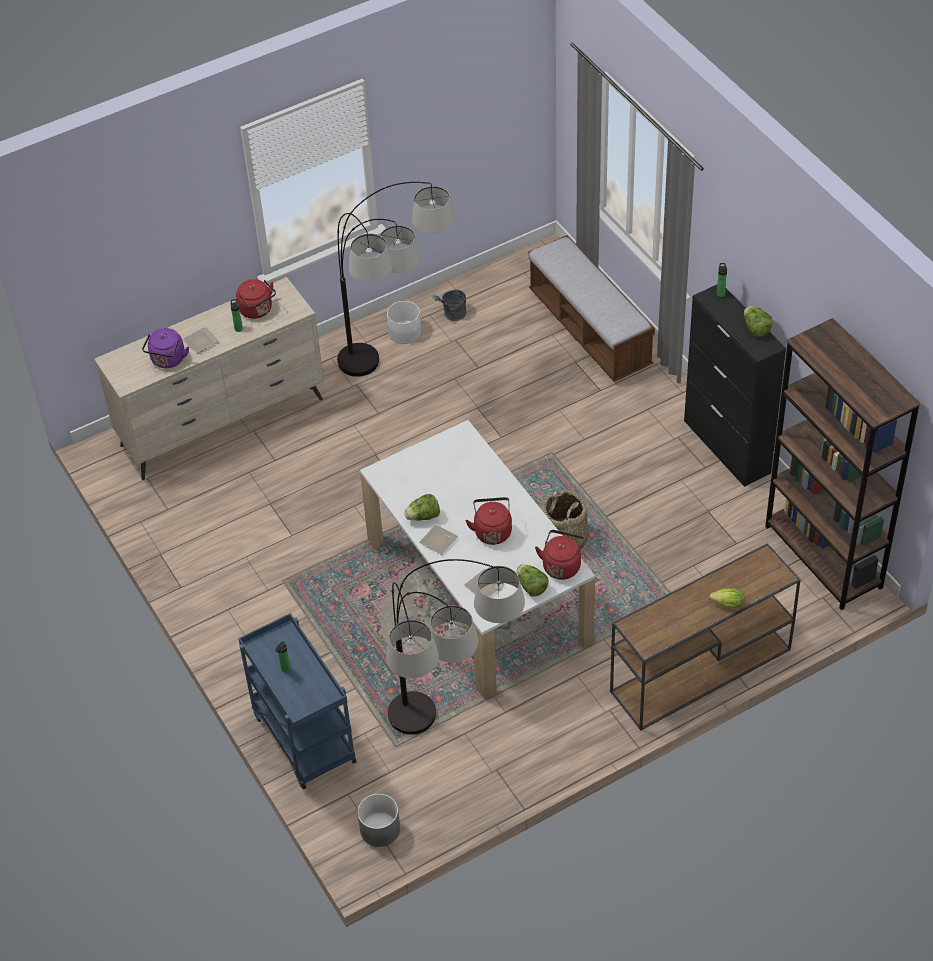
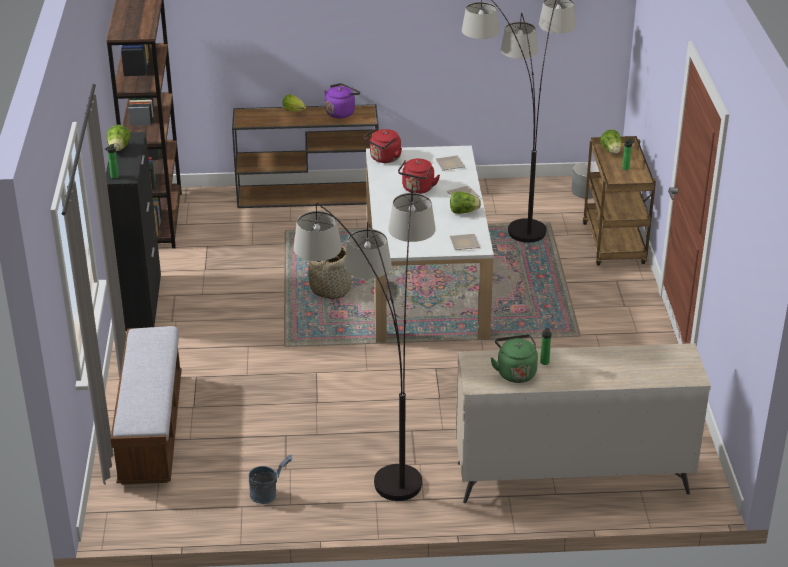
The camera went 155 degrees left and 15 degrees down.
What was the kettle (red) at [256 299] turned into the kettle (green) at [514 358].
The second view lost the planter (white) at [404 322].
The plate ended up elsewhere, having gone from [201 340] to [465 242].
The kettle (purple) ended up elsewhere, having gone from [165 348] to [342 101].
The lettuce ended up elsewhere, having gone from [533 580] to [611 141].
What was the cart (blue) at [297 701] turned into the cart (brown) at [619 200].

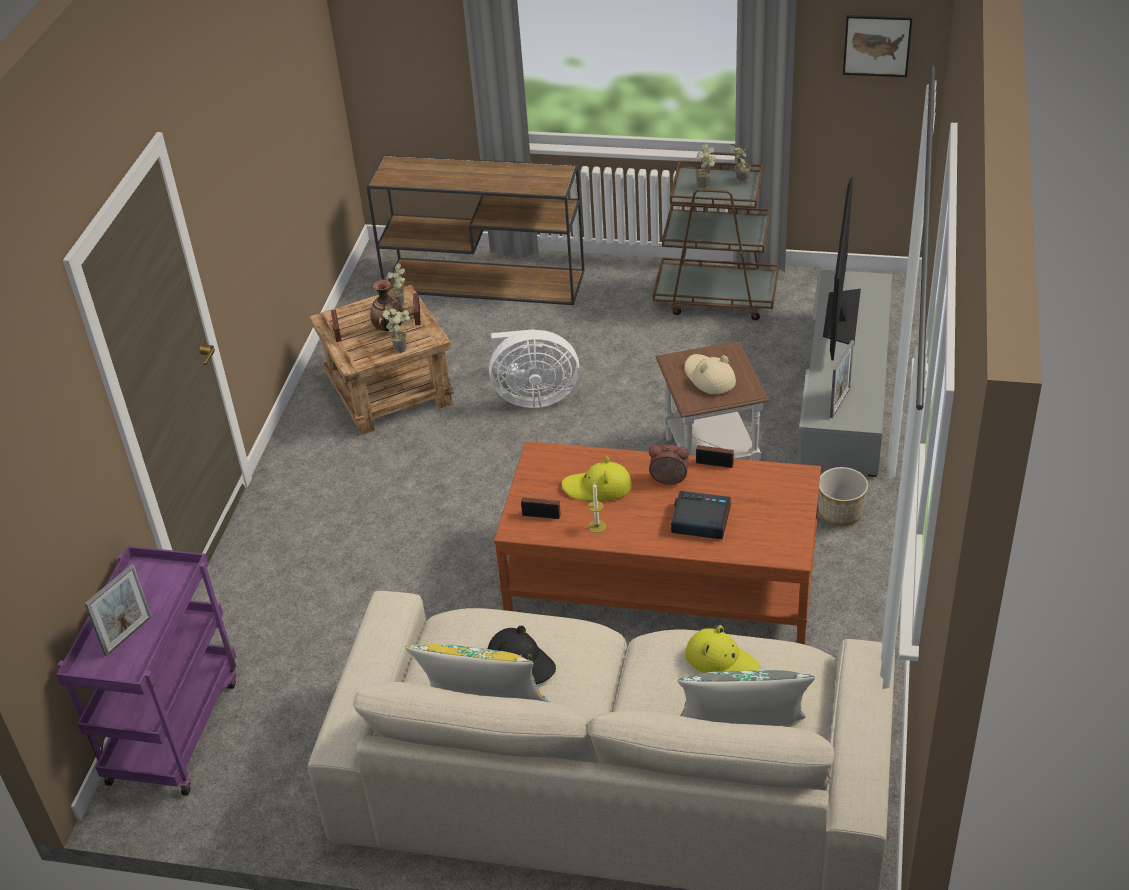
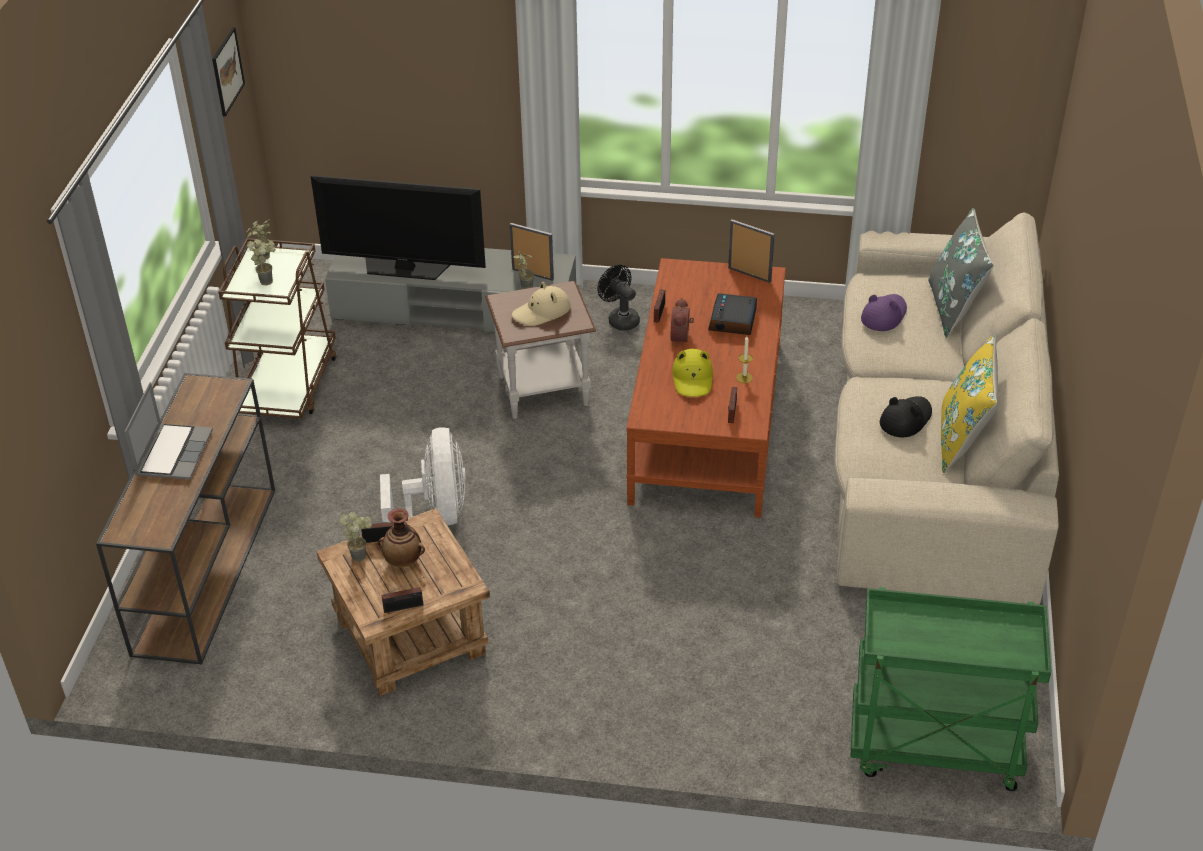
The camera went 95 degrees left and 0 degrees up.
The potted plant ended up elsewhere, having gone from [396 331] to [523 270].
Where the planter stood at [843 496], the fan (black) came to stand at [618 298].
What was the cart (purple) at [146 671] turned into the cart (green) at [950 689].
The picture frame ended up elsewhere, having gone from [118 610] to [751 251].
What was the hat (yellow) at [722 649] turned into the hat (purple) at [884 312].
The second view gained the laptop at [168 431].

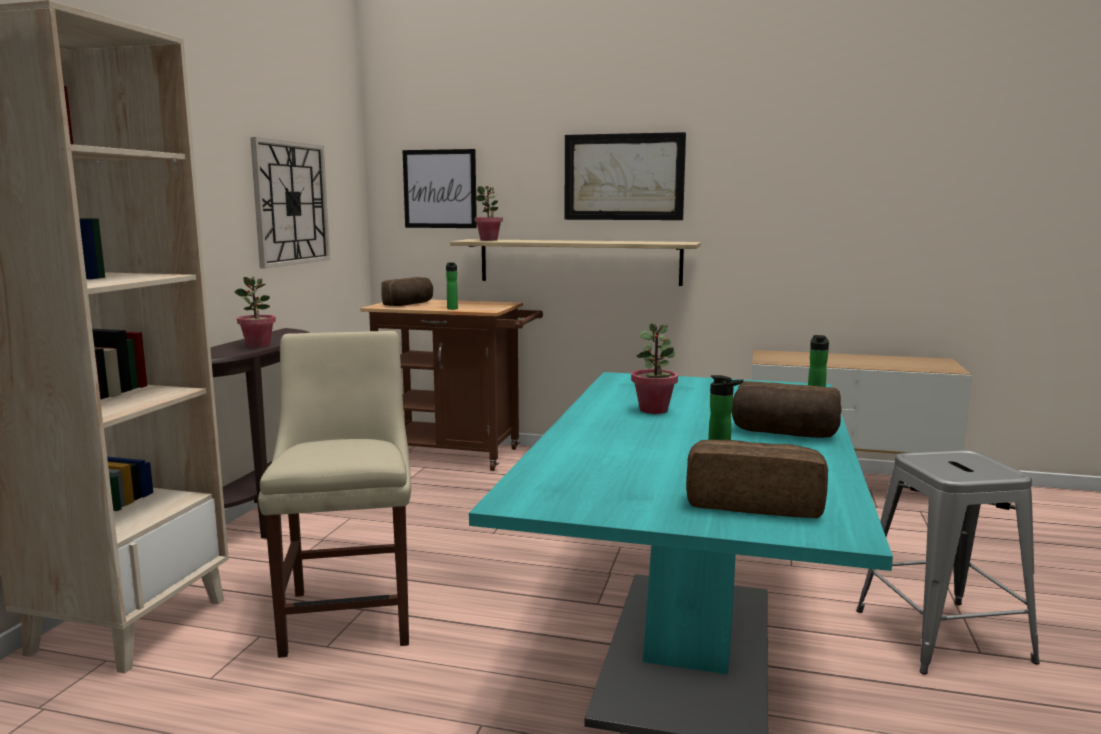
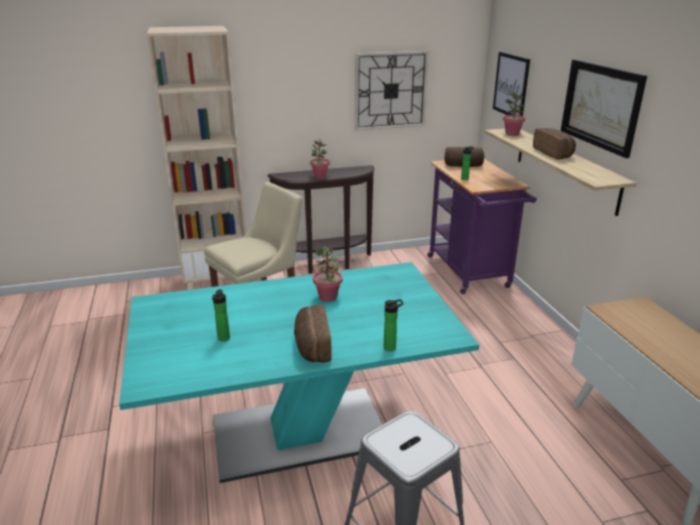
The camera went 60 degrees right and 15 degrees up.
What was the cart (brown) at [451 385] turned into the cart (purple) at [482 226].
The bread ended up elsewhere, having gone from [757 479] to [554 144].

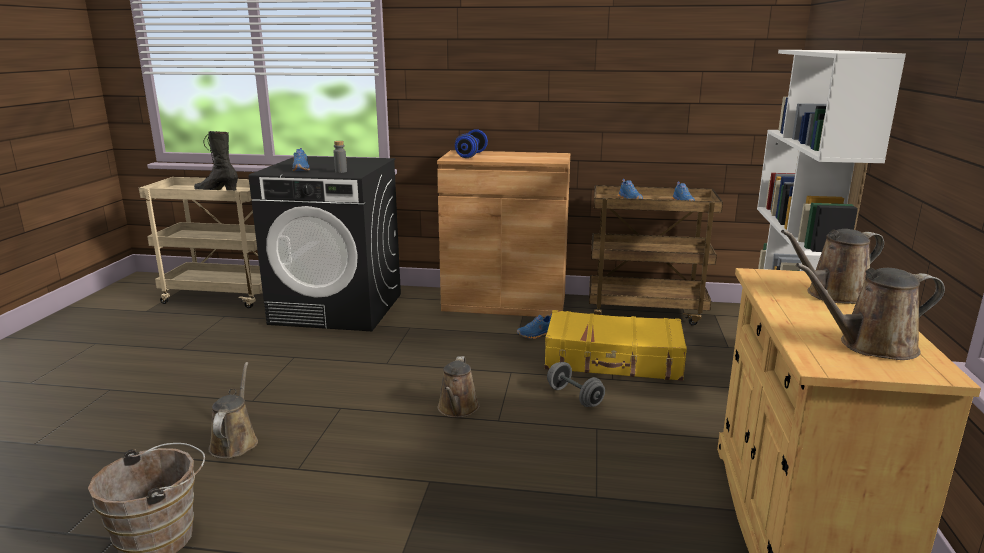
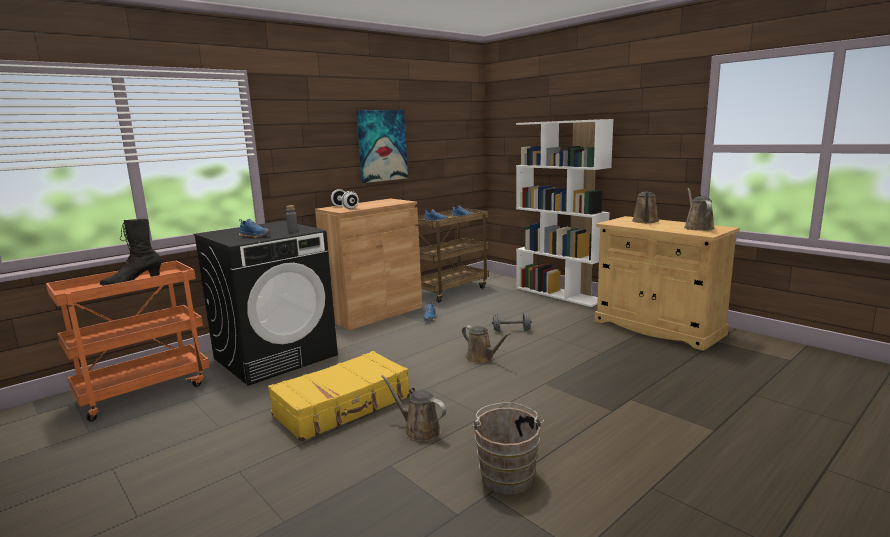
The camera went 50 degrees left and 5 degrees down.
What was the dumbbell (blue) at [471 143] turned into the dumbbell (white) at [345 199].
What was the cart (beige) at [201 242] turned into the cart (orange) at [128 341].
The watering can (brown) at [870 311] ended up facing another way, 150 degrees clockwise from before.
The suitcase (yellow) ended up elsewhere, having gone from [615 345] to [339 396].
The second view gained the picture at [382 146].

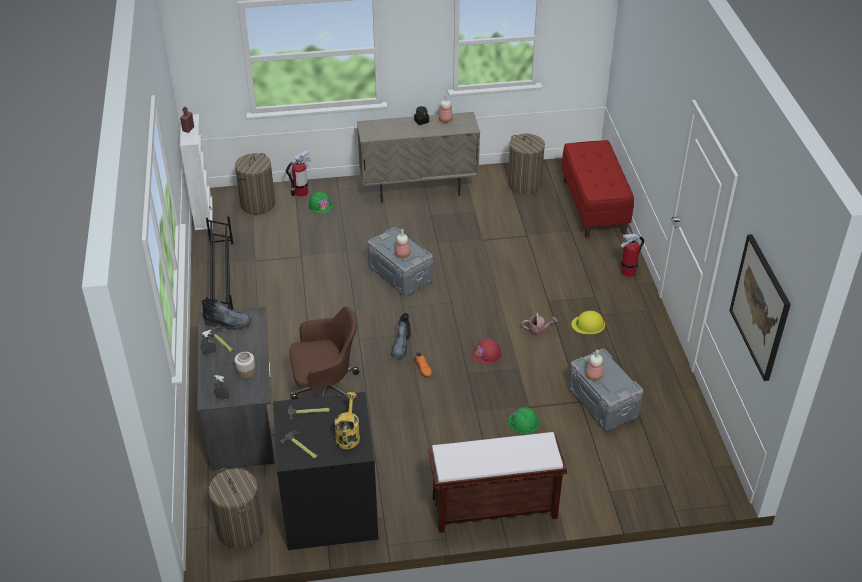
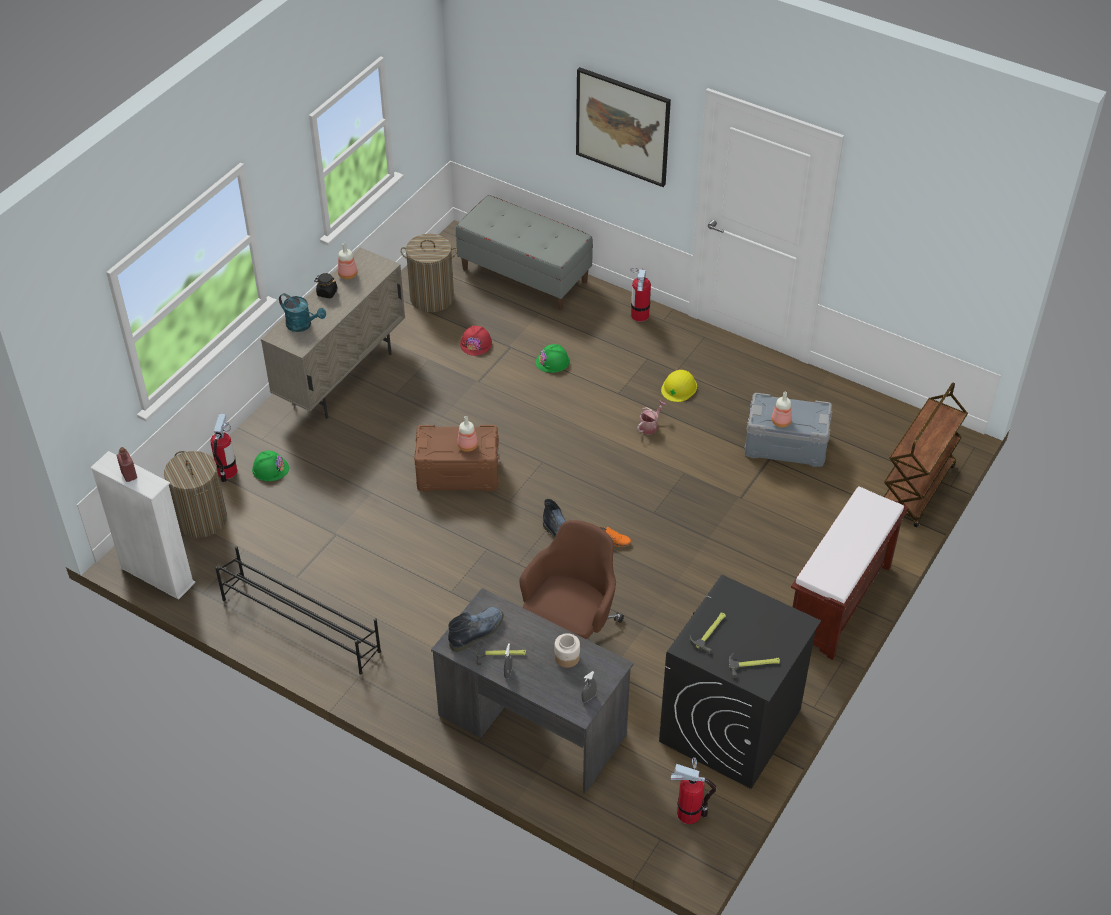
The camera went 50 degrees left and 5 degrees up.
What was the bench (red) at [598 189] turned into the bench (grey) at [524 252].
What was the storage box (grey) at [400 262] turned into the storage box (brown) at [456 458].
The picture ended up elsewhere, having gone from [760 307] to [623 127].
The hard hat (red) ended up elsewhere, having gone from [487 351] to [476 340].
The second view lost the watering can (yellow) at [347 420].
The hard hat (green) ended up elsewhere, having gone from [523 420] to [552 358].
Where the laundry basket stood at [236 508], the fire extinguisher came to stand at [693 791].
The second view gained the watering can (turquoise) at [302 312].
The second view gained the cart (brown) at [926 454].

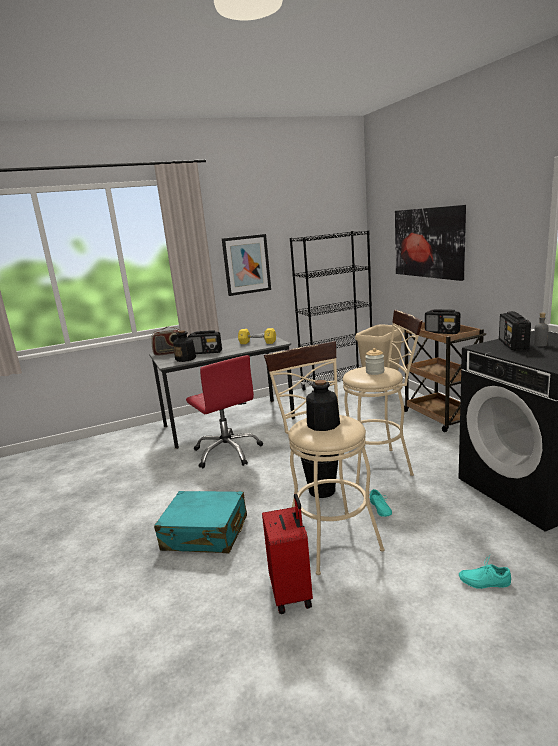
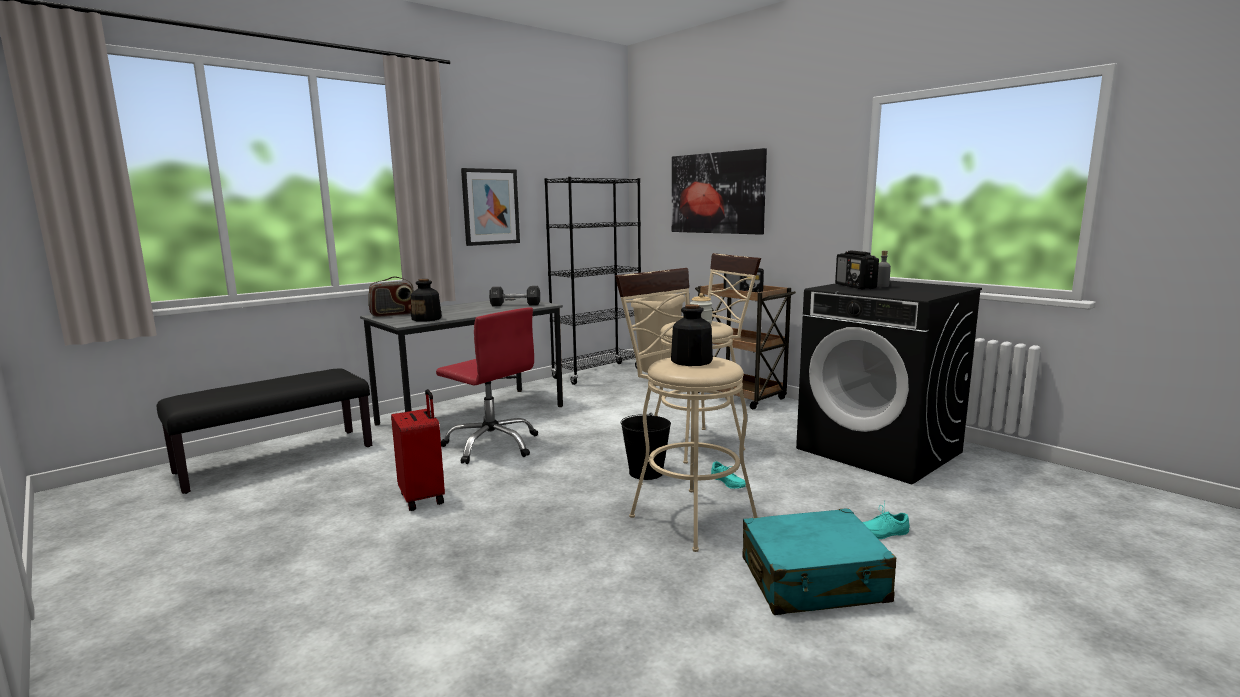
The camera went 20 degrees left and 5 degrees down.
What was the dumbbell (yellow) at [257 336] turned into the dumbbell (black) at [514 296].
The second view lost the radio at [205 342].
The suitcase (turquoise) ended up elsewhere, having gone from [200 522] to [819 561].
The suitcase (red) ended up elsewhere, having gone from [287 554] to [418 450].
The second view gained the bench (black) at [264 431].

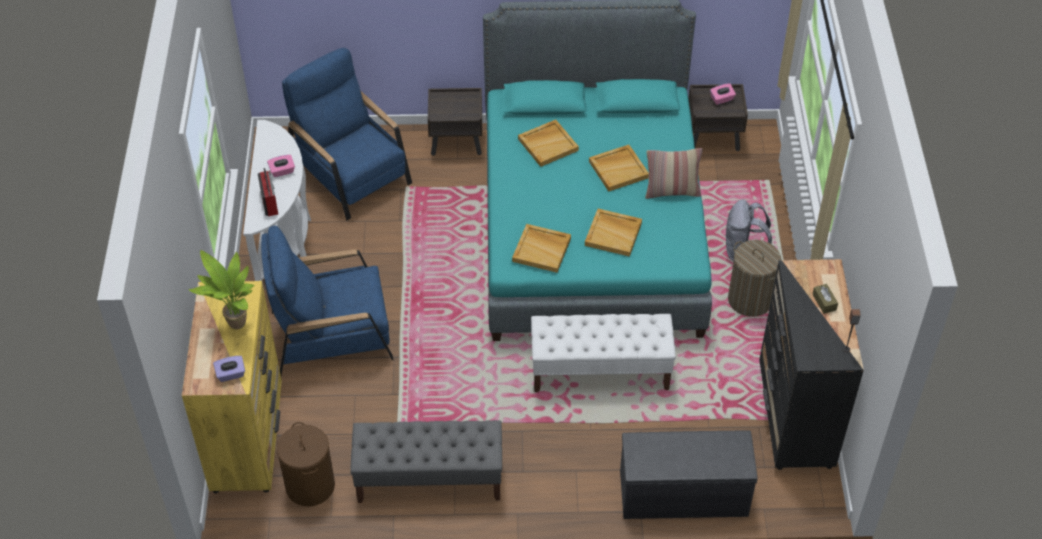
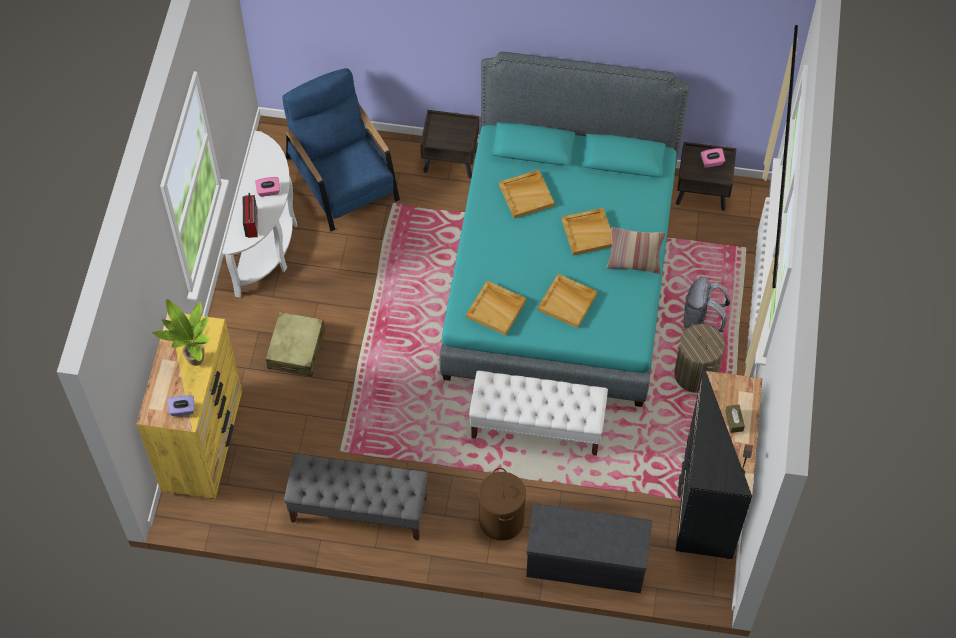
The camera went 10 degrees right and 10 degrees up.
Where the armchair (blue) stood at [327 300], the suitcase (beige) came to stand at [295 344].
The laundry basket (brown) ended up elsewhere, having gone from [306 464] to [502 504].

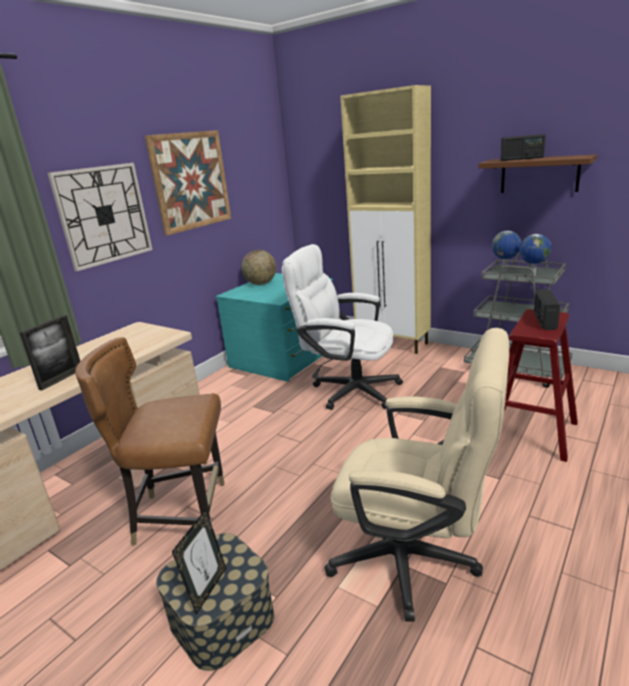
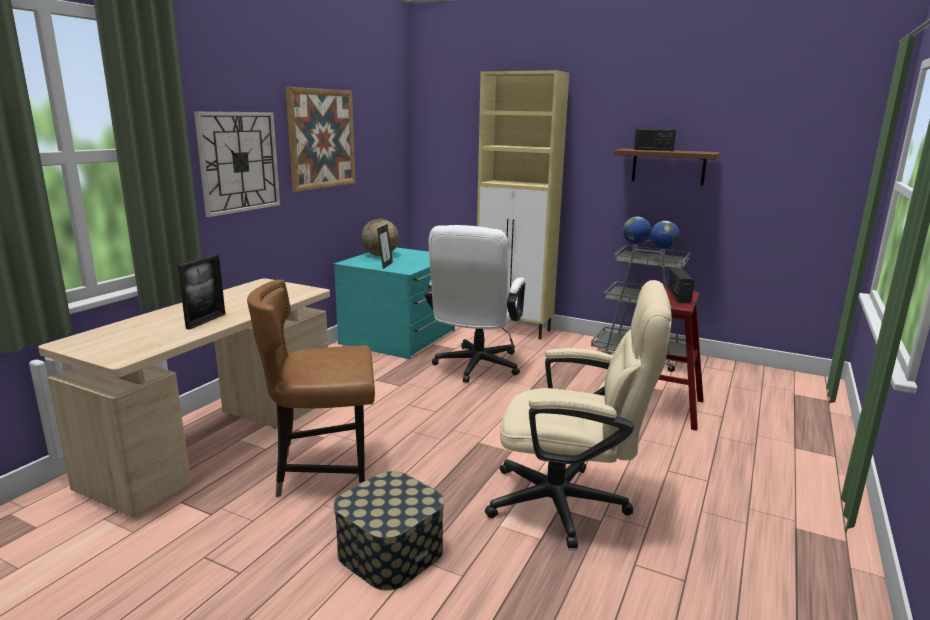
The camera went 10 degrees left and 5 degrees down.
The office chair (white) at [342 327] ended up facing another way, 90 degrees counterclockwise from before.
The picture frame ended up elsewhere, having gone from [199 562] to [385 246].

